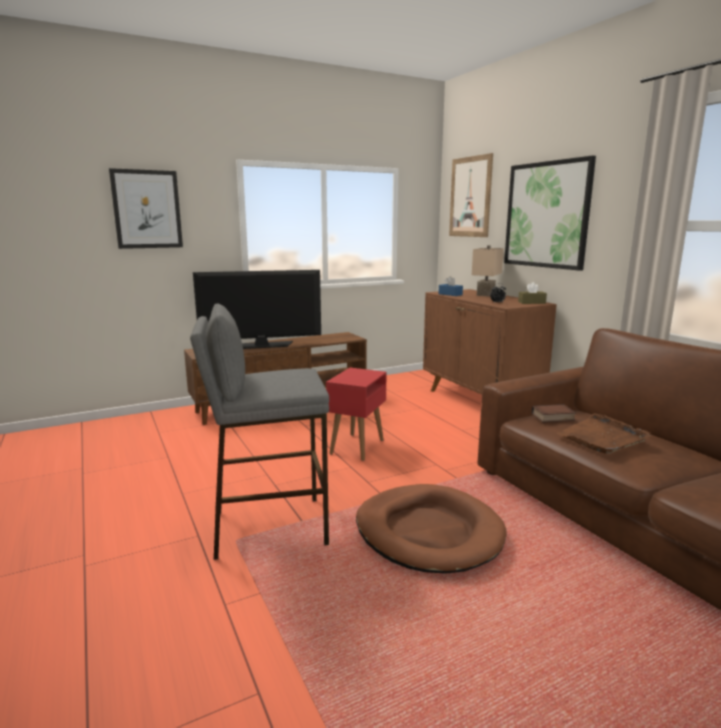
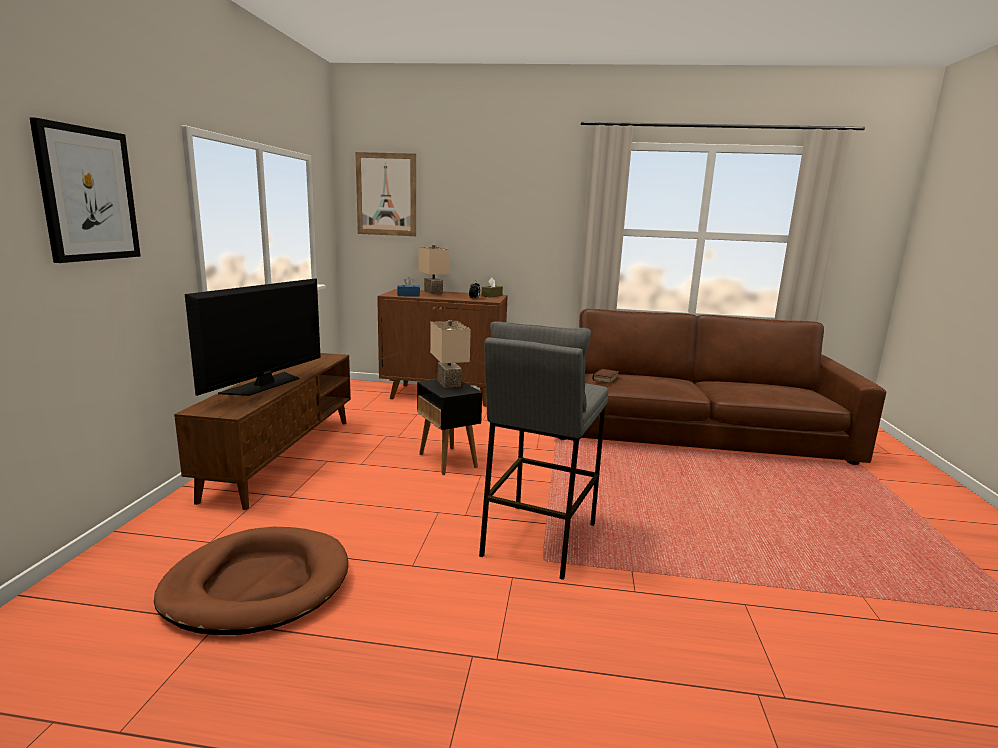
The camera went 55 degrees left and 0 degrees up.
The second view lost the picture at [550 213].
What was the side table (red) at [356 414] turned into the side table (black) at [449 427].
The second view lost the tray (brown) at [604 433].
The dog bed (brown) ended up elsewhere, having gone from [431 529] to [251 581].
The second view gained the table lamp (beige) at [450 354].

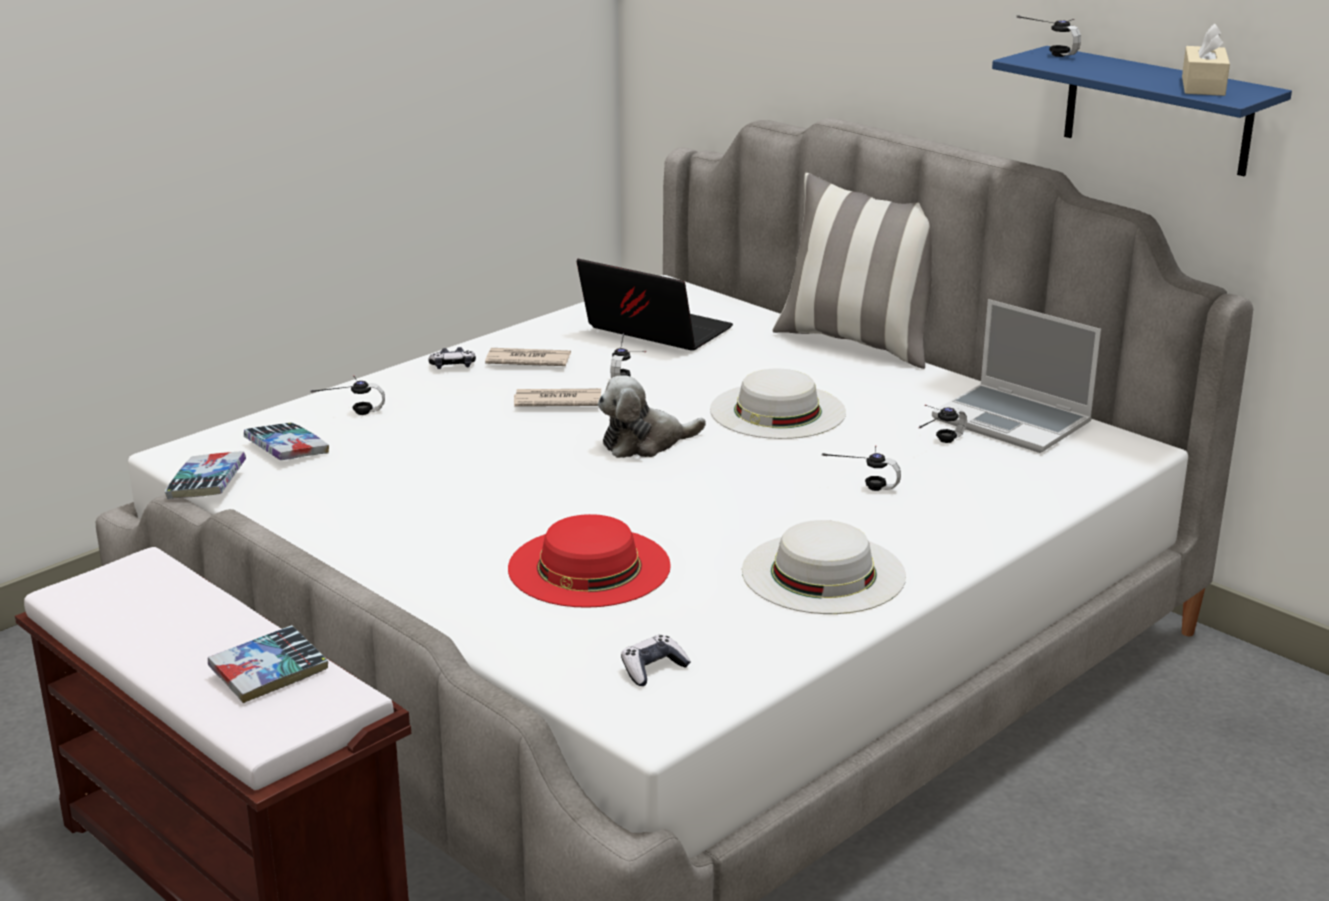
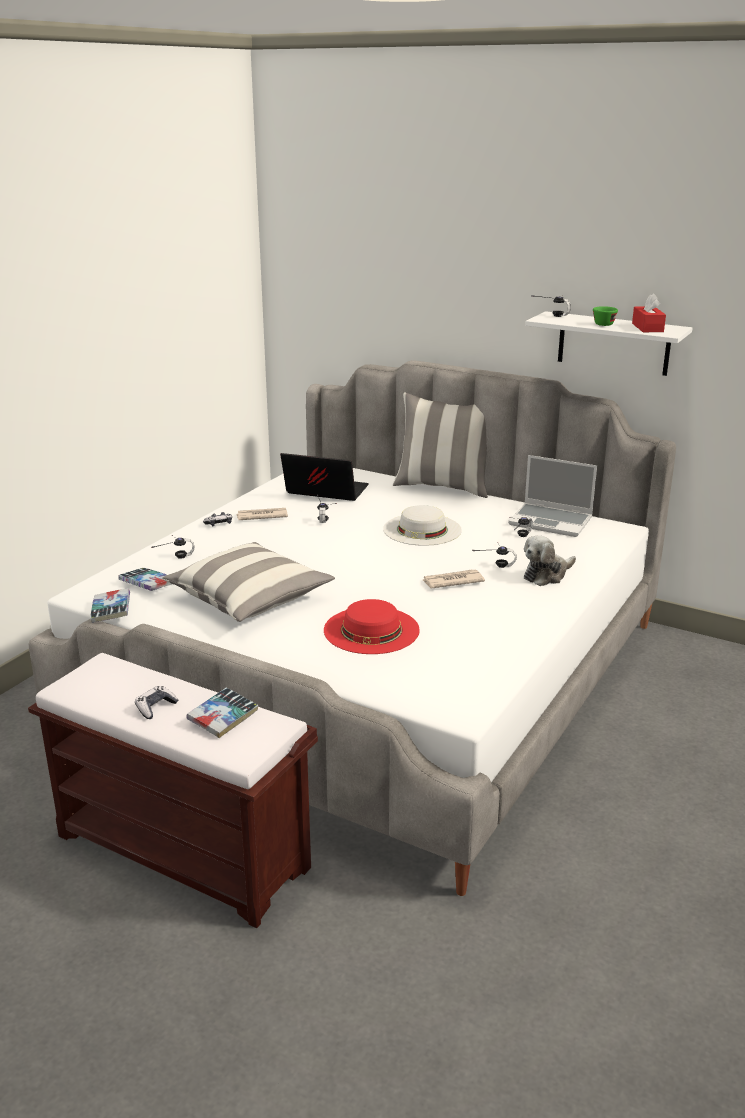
The camera went 15 degrees left and 0 degrees up.
What was the tissue box (beige) at [1206 59] turned into the tissue box (red) at [649 312].
What was the shelf (blue) at [1142 111] turned into the shelf (white) at [608 343].
The plush toy ended up elsewhere, having gone from [651 416] to [550 560].
The newspaper ended up elsewhere, having gone from [557 397] to [454 579].
The second view lost the hat (white) at [824 567].
The game controller ended up elsewhere, having gone from [656 660] to [156 702].
The second view gained the cup (green) at [605 316].
The second view gained the pillow at [248 582].

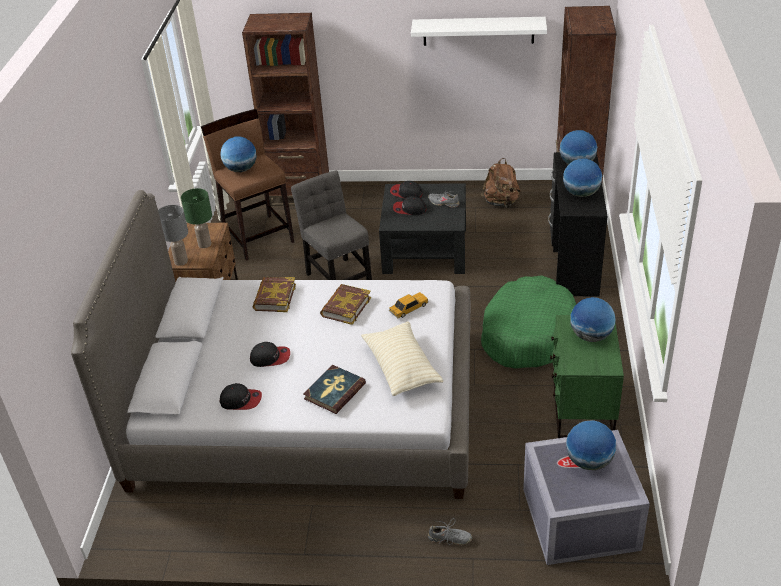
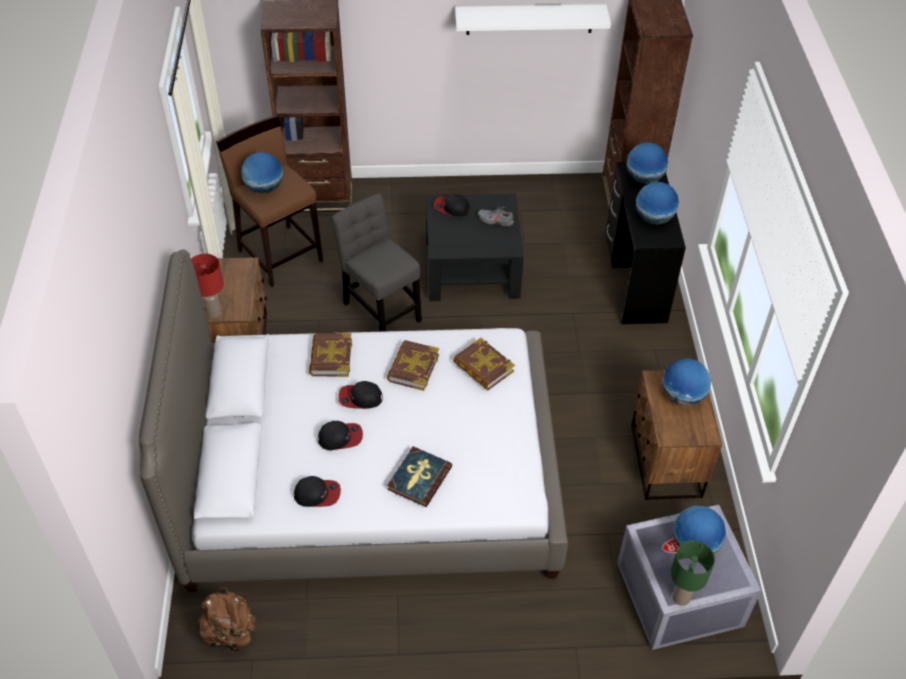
The camera went 10 degrees left and 10 degrees up.
The backpack (brown) ended up elsewhere, having gone from [501 183] to [227 620].
The table lamp (green) ended up elsewhere, having gone from [196 218] to [693 573].
The cap ended up elsewhere, having gone from [409 205] to [360 395].
What was the table lamp (grey) at [173 235] turned into the table lamp (red) at [207 286].
The second view lost the dog bed (green) at [528 322].
Where the toy car stood at [408 305], the book came to stand at [484 364].
What was the nightstand (green) at [587 376] turned into the nightstand (brown) at [676 435].
The second view lost the pillow (beige) at [402 358].
The second view lost the shoe (grey) at [450 531].

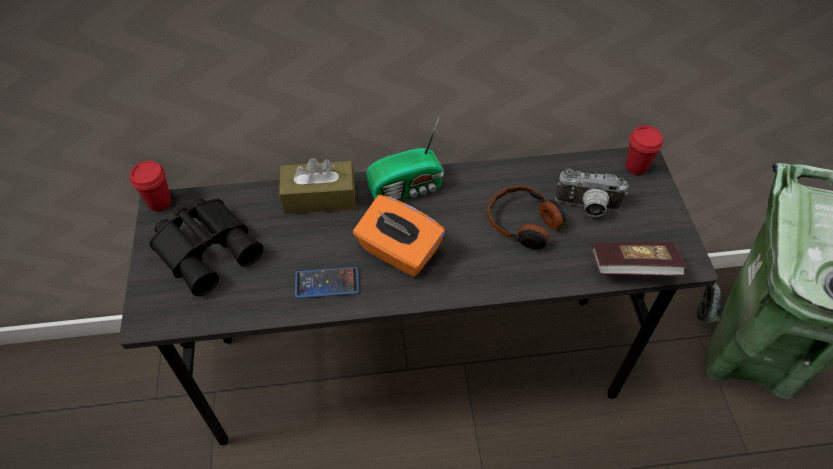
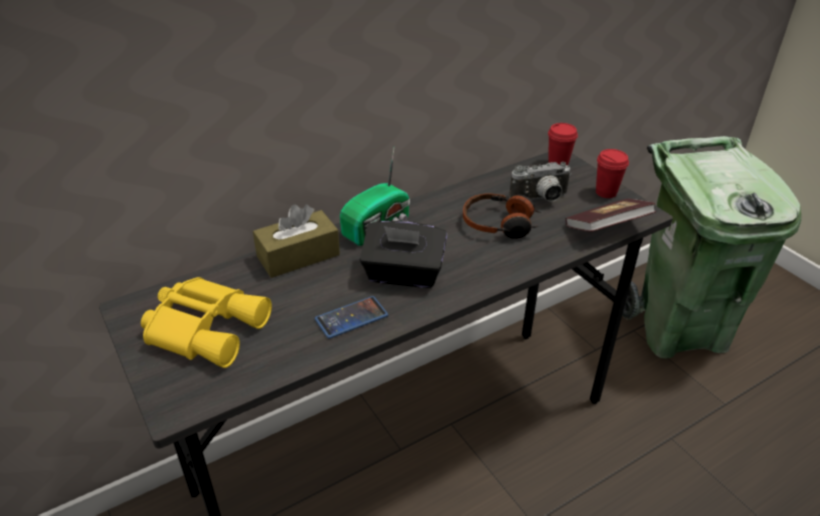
The camera went 25 degrees left and 15 degrees down.
The cup (red) ended up elsewhere, having gone from [150 186] to [612 173].
What was the tissue box (orange) at [399 236] turned into the tissue box (black) at [403 254].
What was the binoculars (black) at [206 247] turned into the binoculars (yellow) at [206 322].

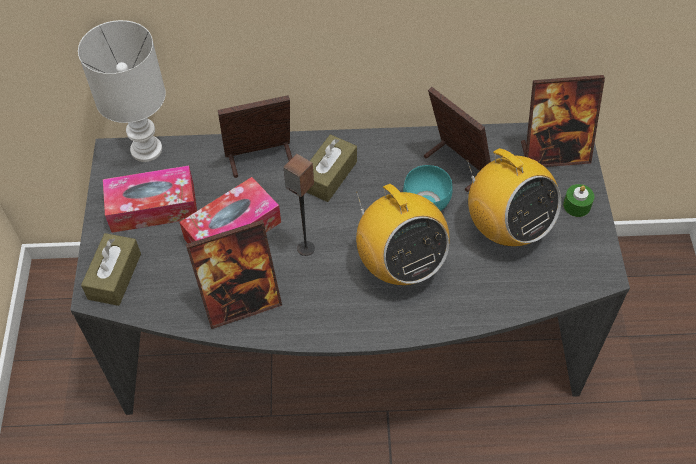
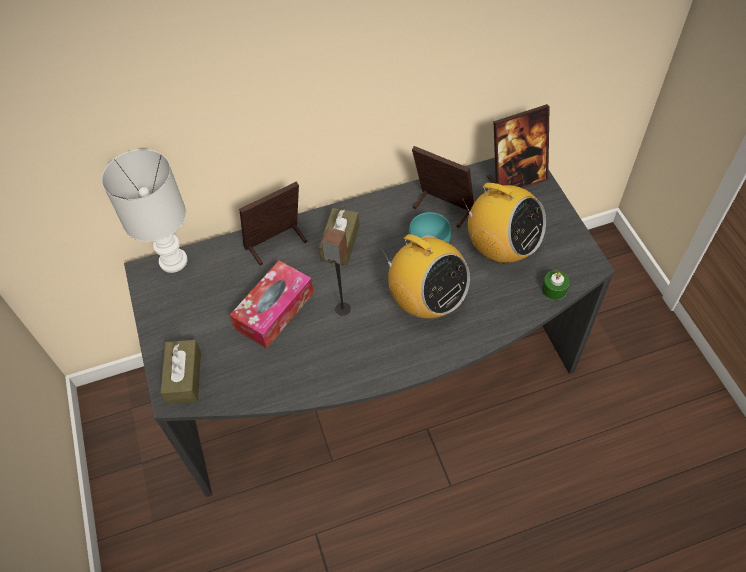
The camera went 15 degrees left and 0 degrees up.
The second view lost the tissue box at [150 199].
The candle (green) ended up elsewhere, having gone from [578 200] to [556 285].
The second view lost the picture frame at [234 274].

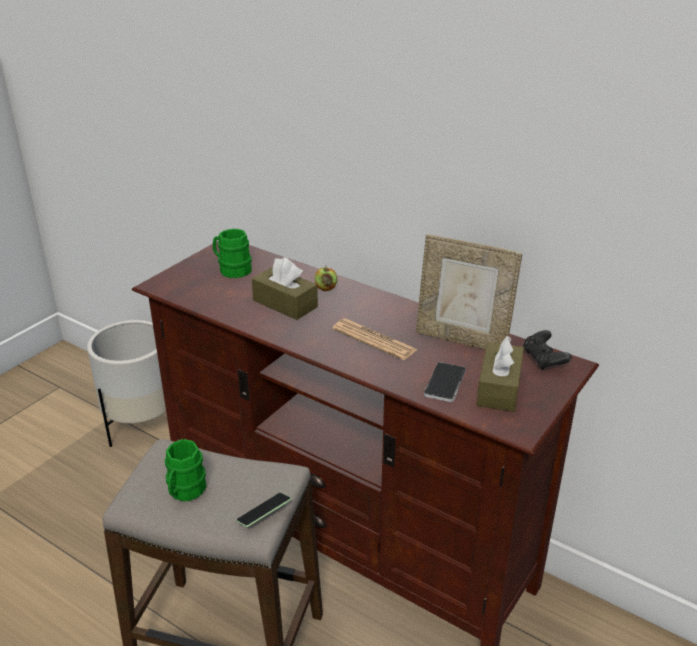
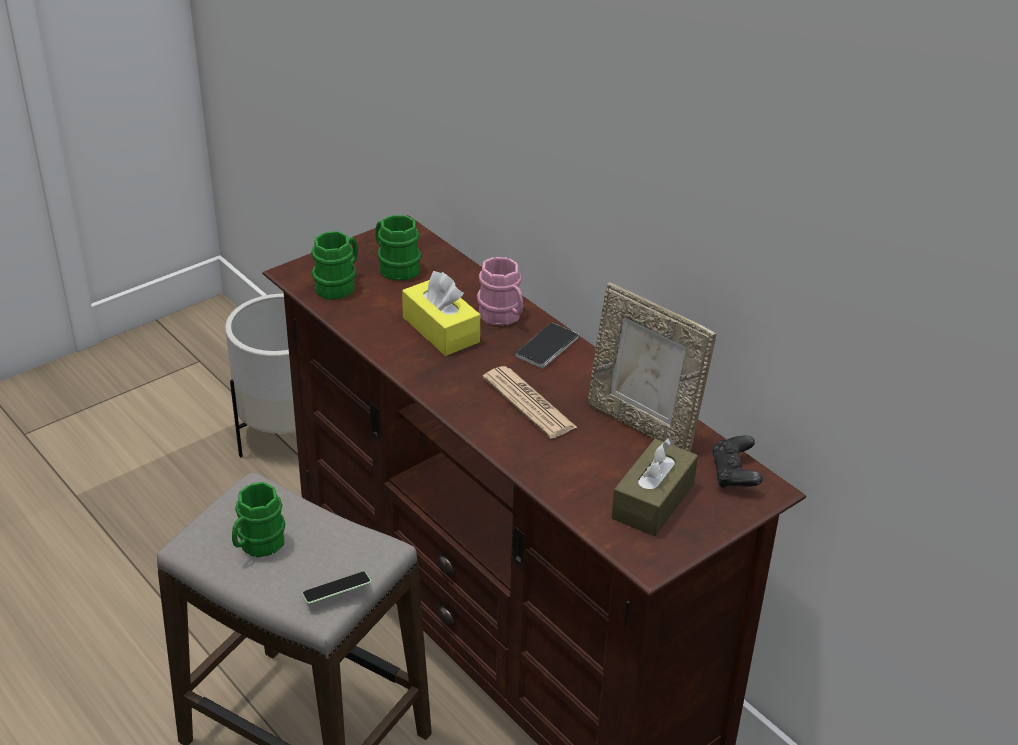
The camera went 15 degrees right and 5 degrees up.
What was the tissue box (brown) at [285 288] turned into the tissue box (yellow) at [441 313].
Where the apple stood at [326 278], the mug (pink) came to stand at [500 291].
The phone ended up elsewhere, having gone from [445 382] to [547 345].
The second view gained the mug (green) at [334 265].

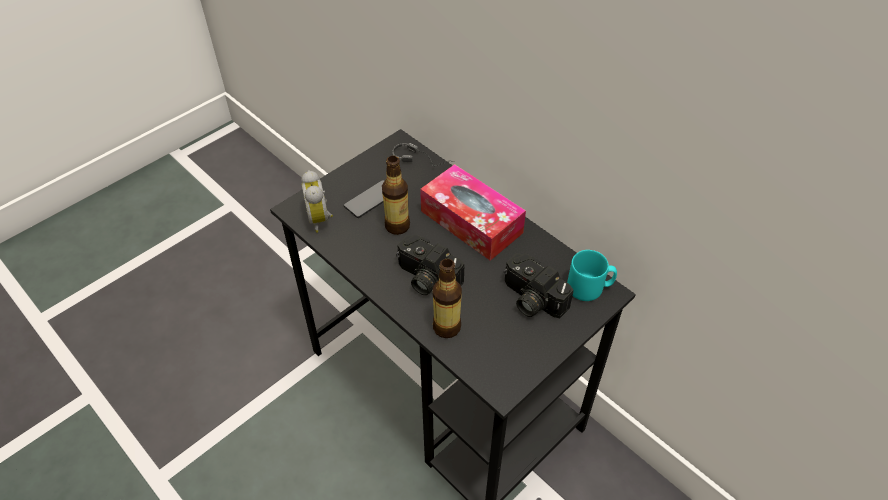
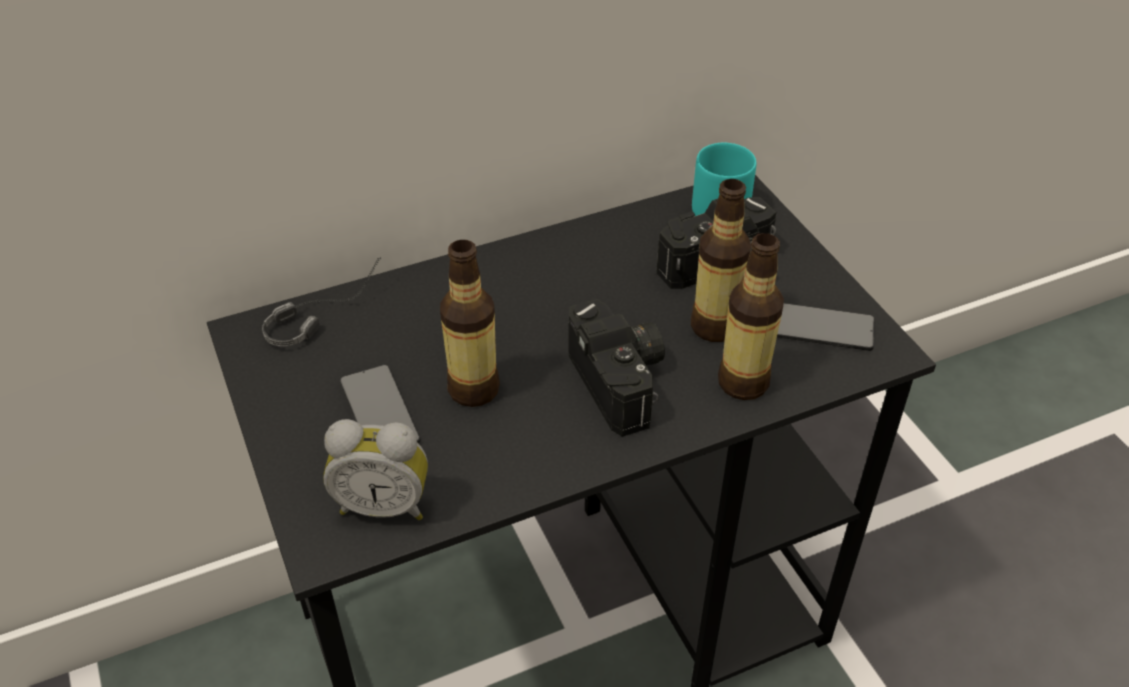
The camera went 70 degrees left and 5 degrees down.
The second view lost the tissue box at [473 212].
The photo camera at [430 265] ended up facing another way, 75 degrees counterclockwise from before.
The second view gained the bottle at [721 260].
The second view gained the phone at [825 327].

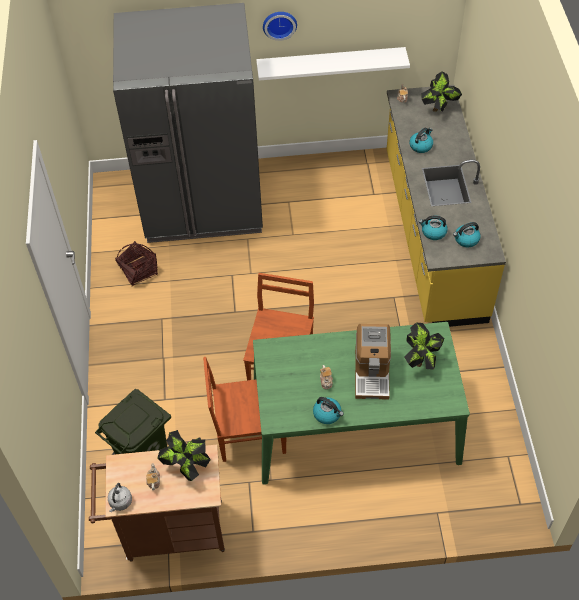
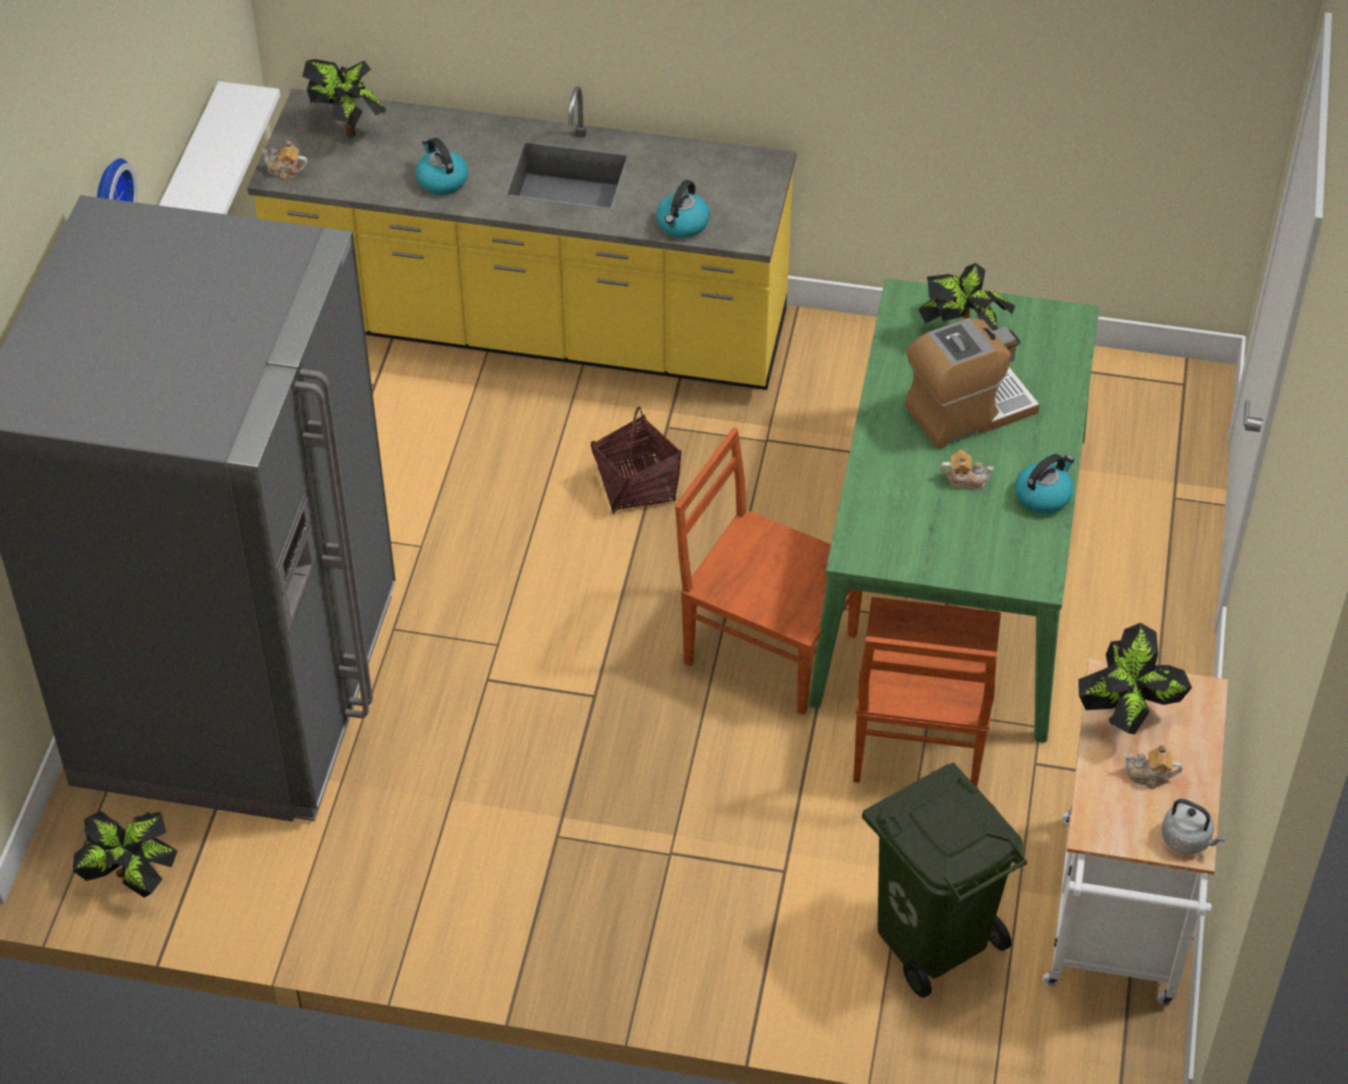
The camera went 75 degrees left and 5 degrees down.
The second view lost the kettle at [467 234].
The basket ended up elsewhere, having gone from [136 263] to [636 460].
The coffee machine at [373 362] ended up facing another way, 45 degrees counterclockwise from before.
What was the cart (brown) at [157 503] turned into the cart (white) at [1135 832].
The second view gained the potted plant at [125 854].

